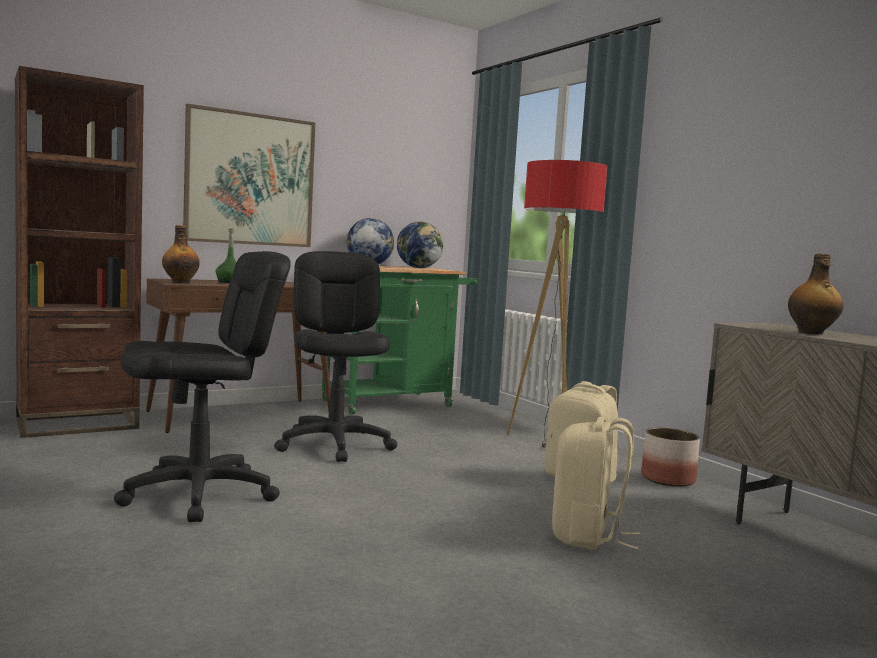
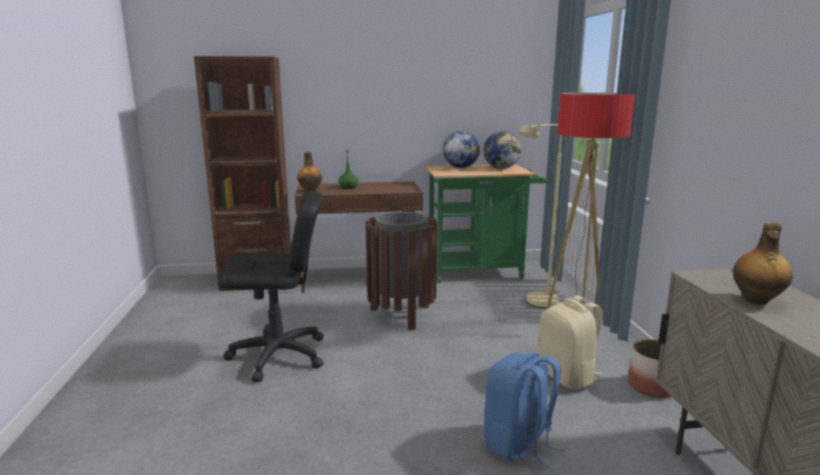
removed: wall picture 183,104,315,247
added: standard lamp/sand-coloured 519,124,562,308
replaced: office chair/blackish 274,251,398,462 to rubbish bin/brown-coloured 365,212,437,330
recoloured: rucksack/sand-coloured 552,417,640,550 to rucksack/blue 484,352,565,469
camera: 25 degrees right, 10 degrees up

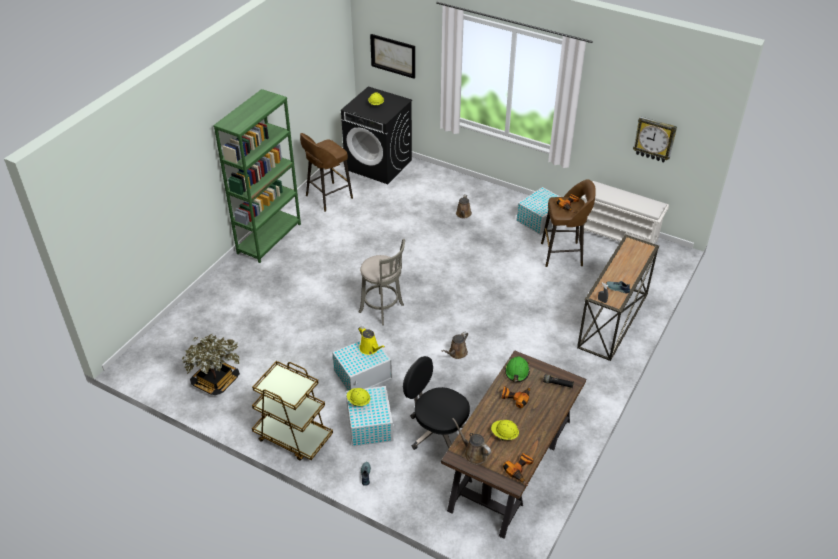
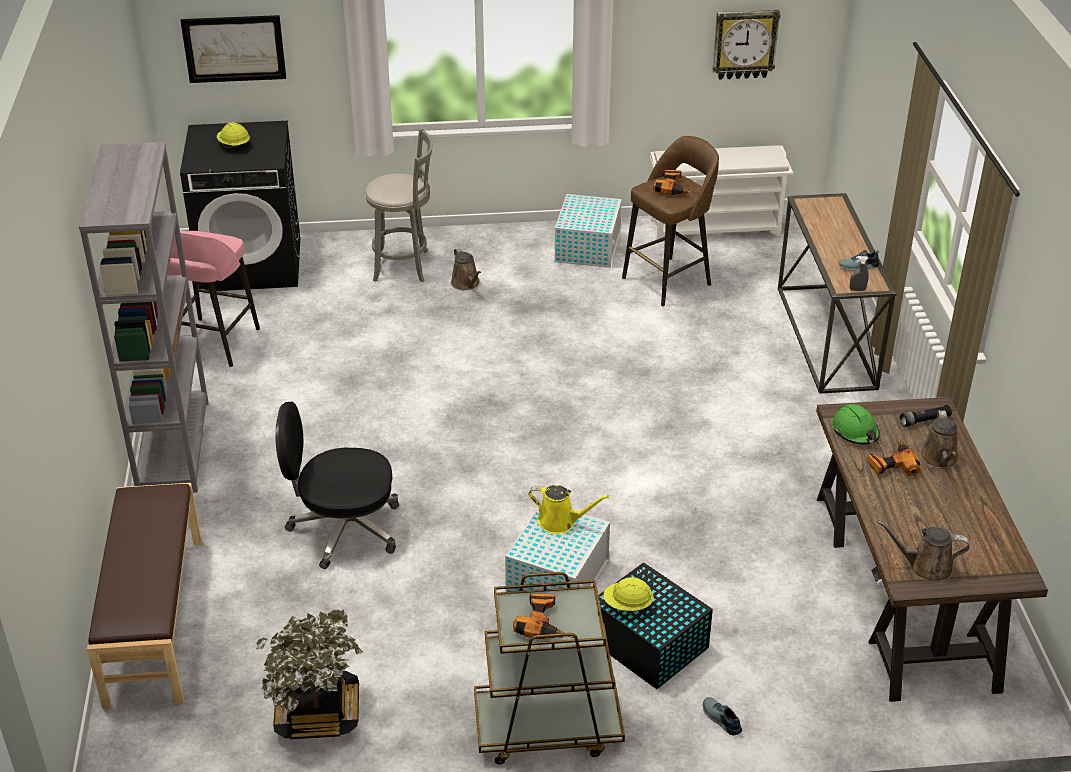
removed: work helmet/yellowish 491,420,519,440
added: indoor bench/brown-coloured 87,483,202,709
moved: stool/gray 359,239,405,325 to 365,128,433,282; office chair/blackish 403,356,470,450 to 275,402,399,569; watering can/brown-coloured 442,332,468,359 to 920,410,959,469; drill 503,453,534,486 to 513,593,574,639
recoloured: bookshelf/greenish 213,89,301,263 to bookshelf/gray 79,142,209,493; stool/brown-coloured 300,133,353,212 to stool/pinkish 168,230,260,367; storage bin/whitish 346,386,394,447 to storage bin/blackish 598,562,713,689
camera: 35 degrees left, 5 degrees down

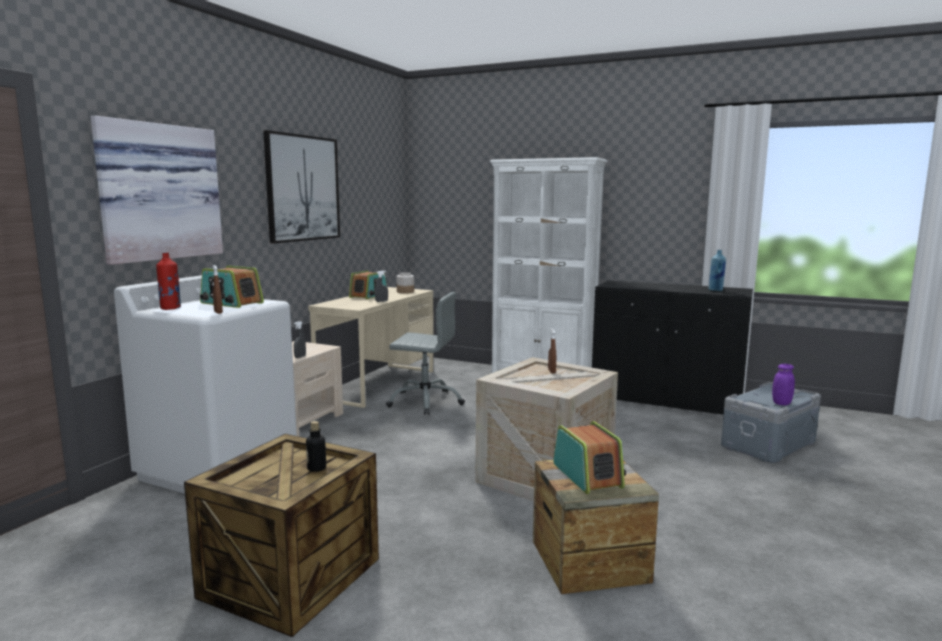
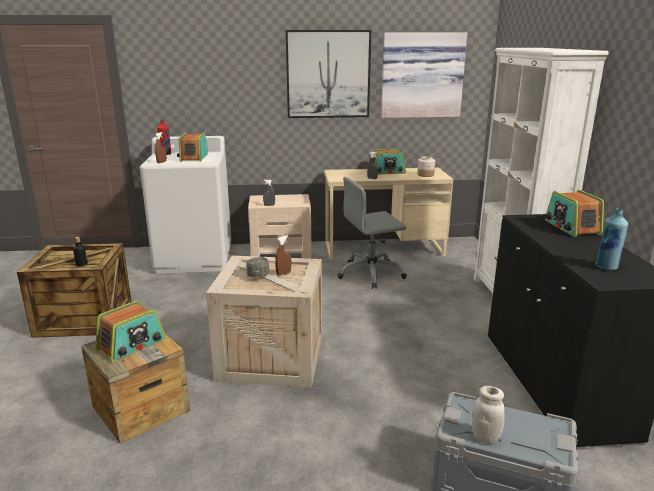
added: peaked cap/gray 247,257,269,277; radio receiver 545,190,604,237
moved: wall picture 91,116,223,265 to 381,33,467,118
recoloured: preserve jar/purple-coloured 772,364,795,405 to preserve jar/whitish 472,386,505,444
turned: office chair/gray 386,292,465,415 = 337,177,407,289 90 degrees clockwise
camera: 60 degrees right, 10 degrees up

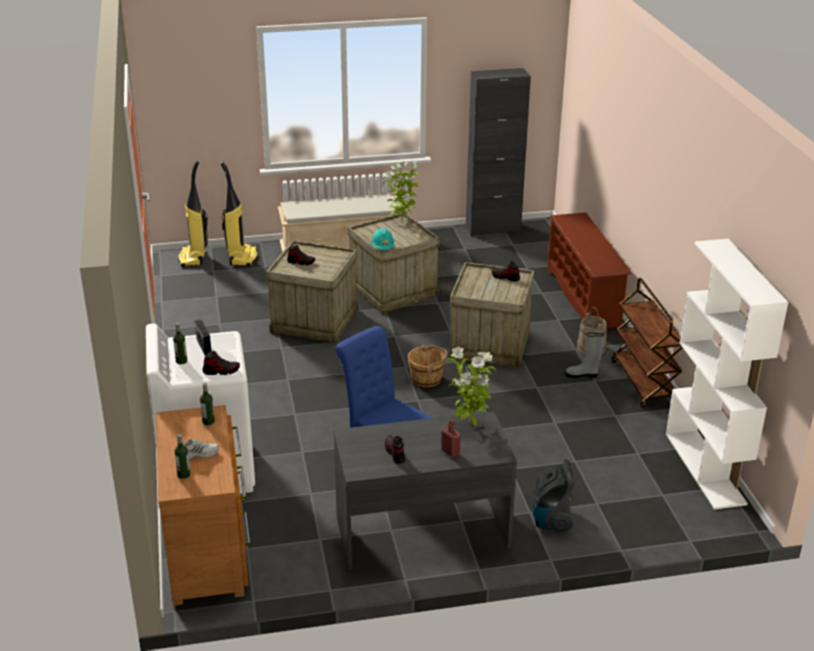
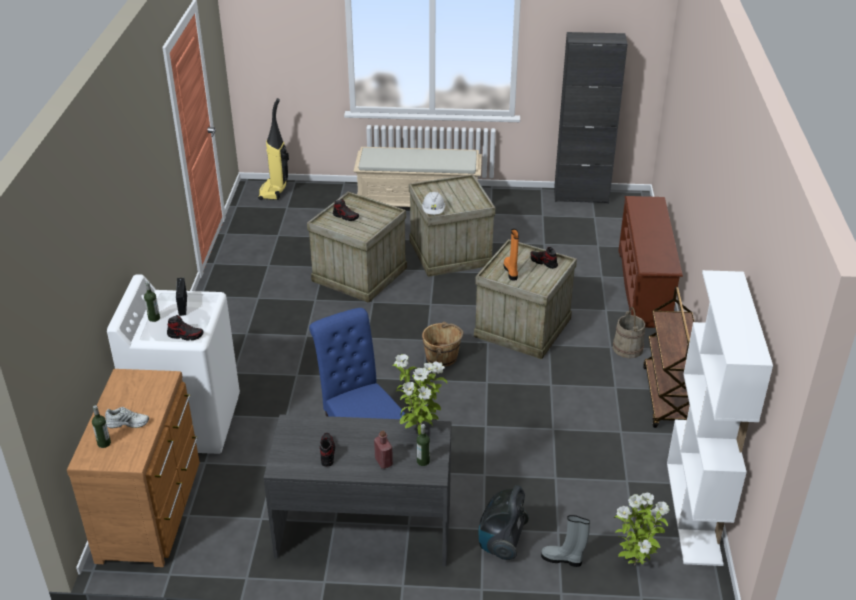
removed: vacuum cleaner 220,161,258,267
added: high-top boot/orange-coloured 504,229,519,281
moved: drink bottle 200,383,215,425 to 417,424,430,466; plant in a pot 383,161,419,221 to 614,493,670,565; high-top boot/gray 565,333,604,378 to 541,515,590,567
recoloured: work helmet/blue-green 371,229,394,250 to work helmet/whitish 422,192,445,215
camera: 15 degrees right, 5 degrees up

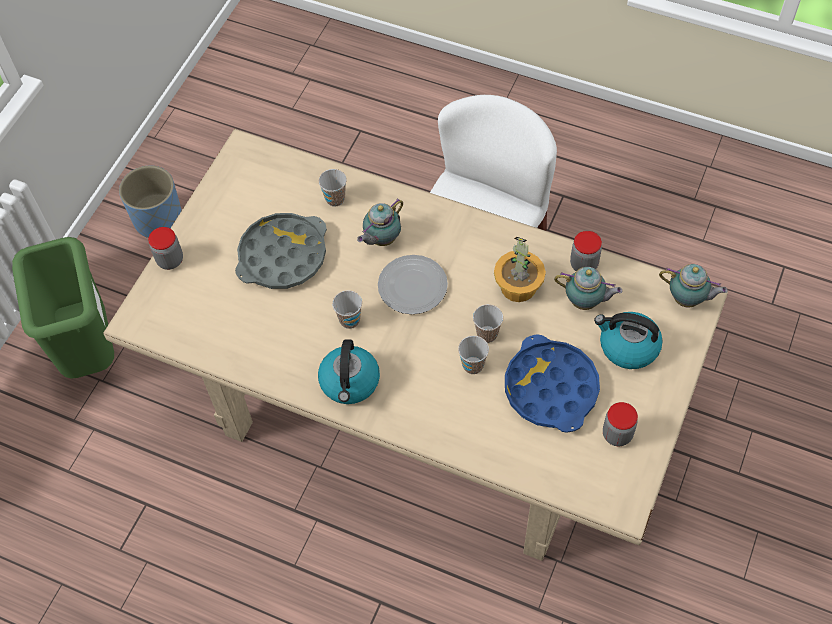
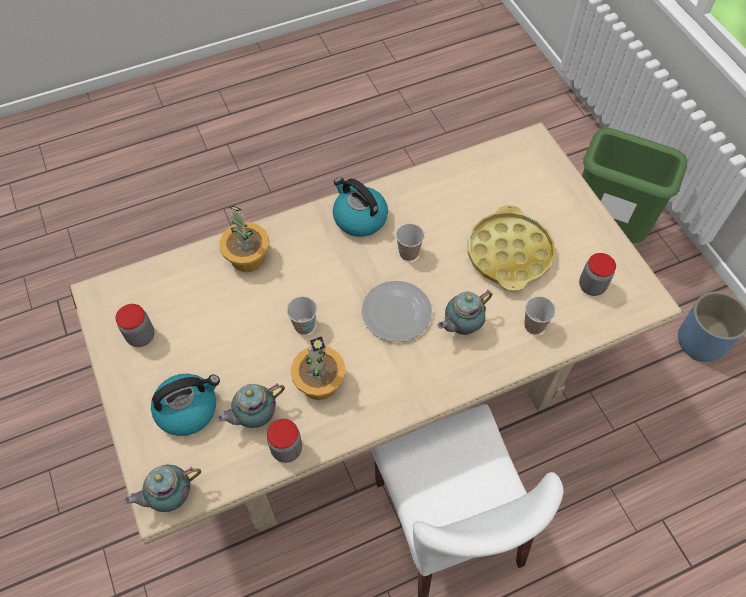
removed: small cup 458,336,489,374; carrying tray/blue 505,334,600,433
added: plant in a pot 220,206,269,272
moved: preserve jar 148,227,183,270 to 579,253,616,296
recoloured: carrying tray/gray 235,213,327,289 to carrying tray/yellowish 468,205,555,291
turned: teapot 357,198,403,246 = 437,290,492,335 120 degrees counterclockwise
camera: 130 degrees right, 0 degrees up

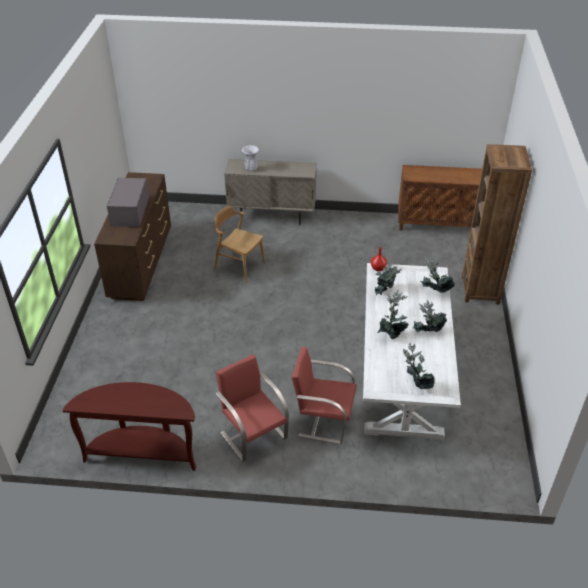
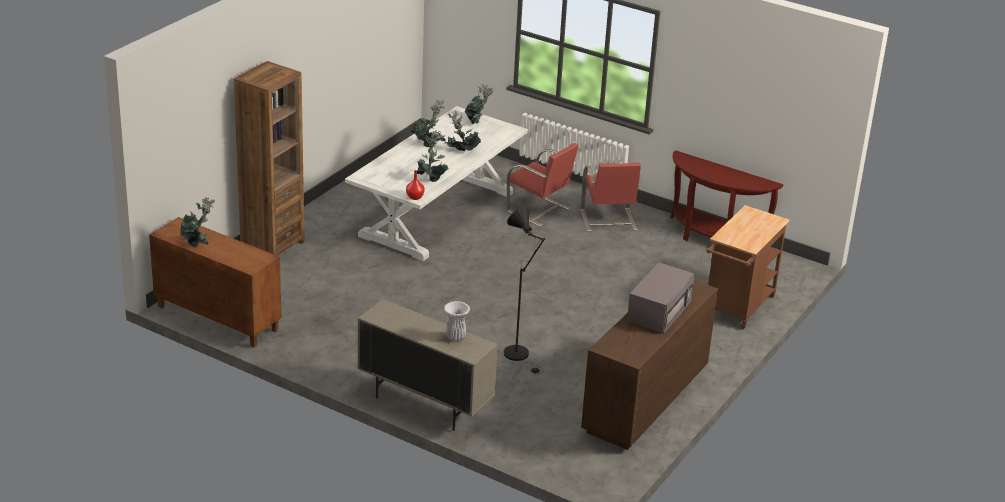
added: trolley/brown-coloured 706,205,789,330
moved: plant in a pot 420,257,455,293 to 180,197,215,248
replaced: plain chair/brown-coloured 214,206,265,283 to standard lamp/blackish 504,207,546,373
camera: 155 degrees left, 10 degrees down

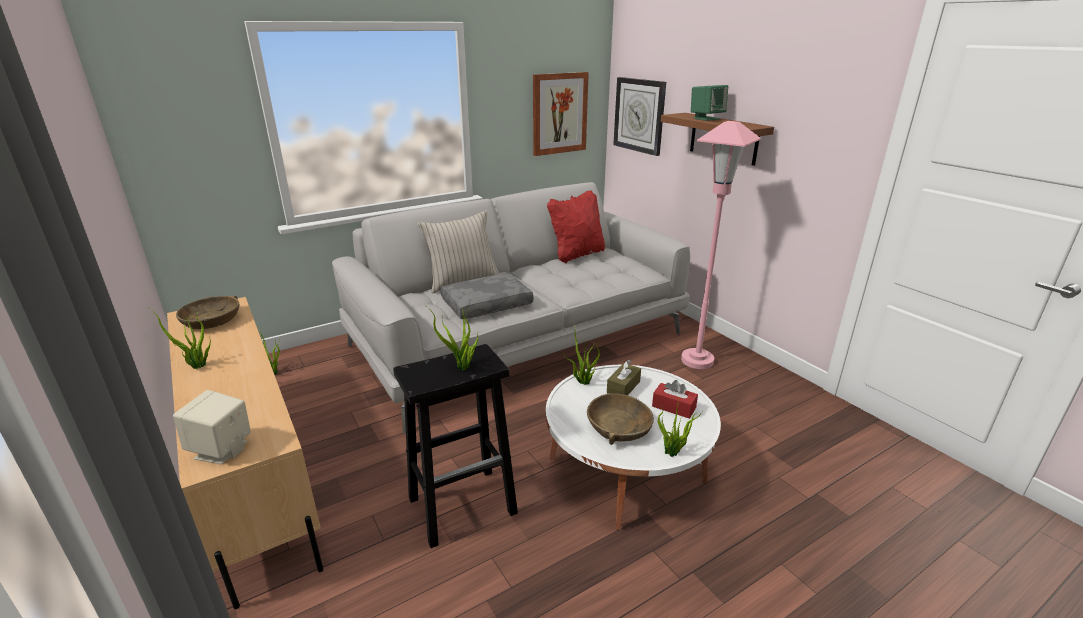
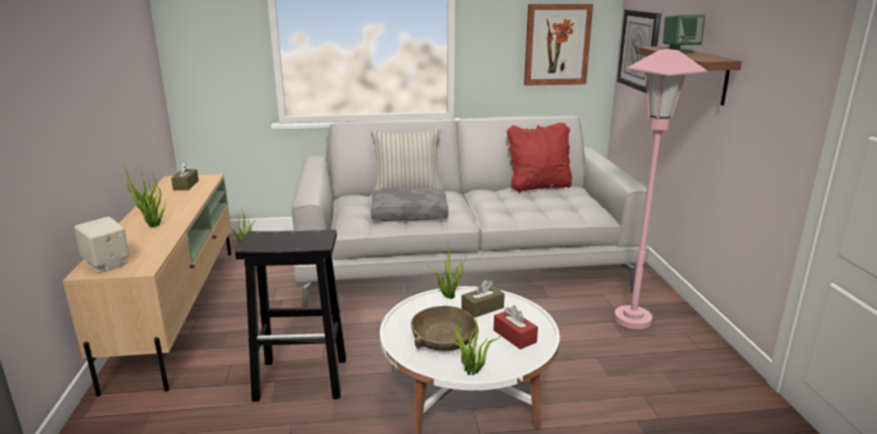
moved: plant in a pot 427,307,479,371 to 120,172,166,227
replaced: bowl/brown-coloured 176,296,239,329 to tissue holder/brown-coloured 171,162,199,190
camera: 25 degrees right, 5 degrees down

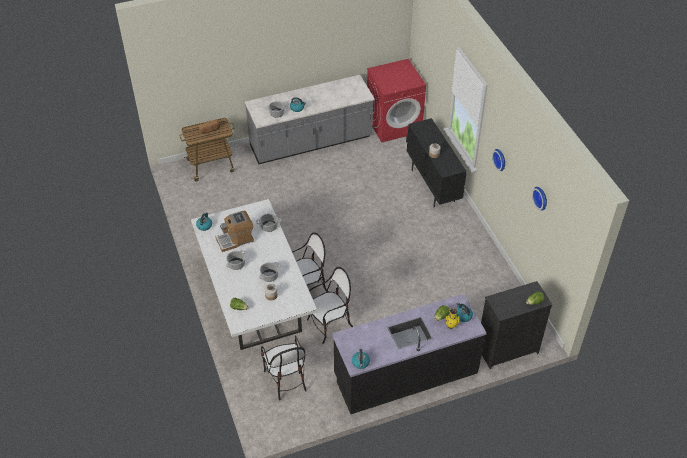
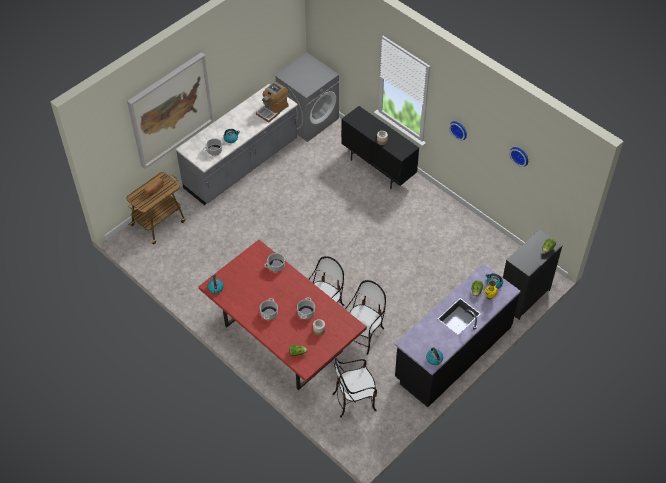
added: wall picture 127,52,214,169
moved: coffee maker 215,211,254,252 to 256,81,288,123
recoloured: dining table/whitish 191,199,317,350 to dining table/red 198,240,367,390; laundry appliance/red 367,59,426,143 to laundry appliance/gray 275,53,339,142
turned: plain chair 261,336,307,400 = 332,358,377,417 120 degrees clockwise
camera: 25 degrees left, 5 degrees up

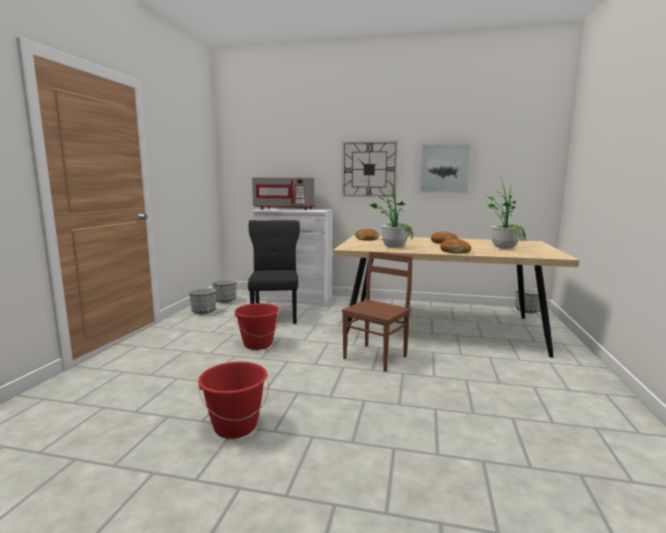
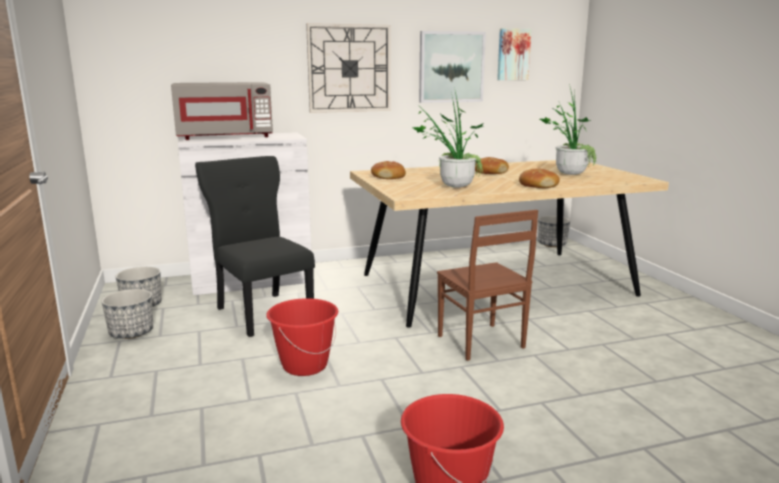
added: wall picture 497,28,532,80
turned: plain chair/brown-coloured 342,251,412,372 = 437,210,538,361 150 degrees clockwise
camera: 30 degrees left, 5 degrees up

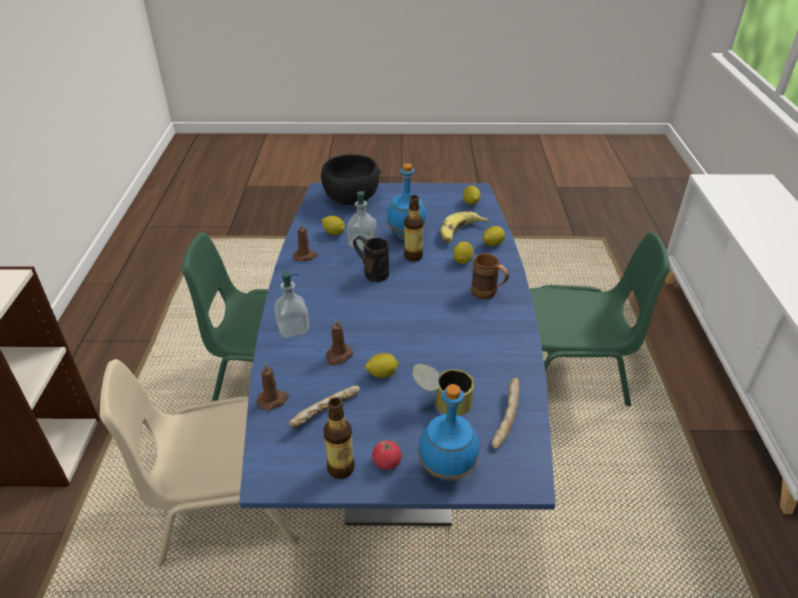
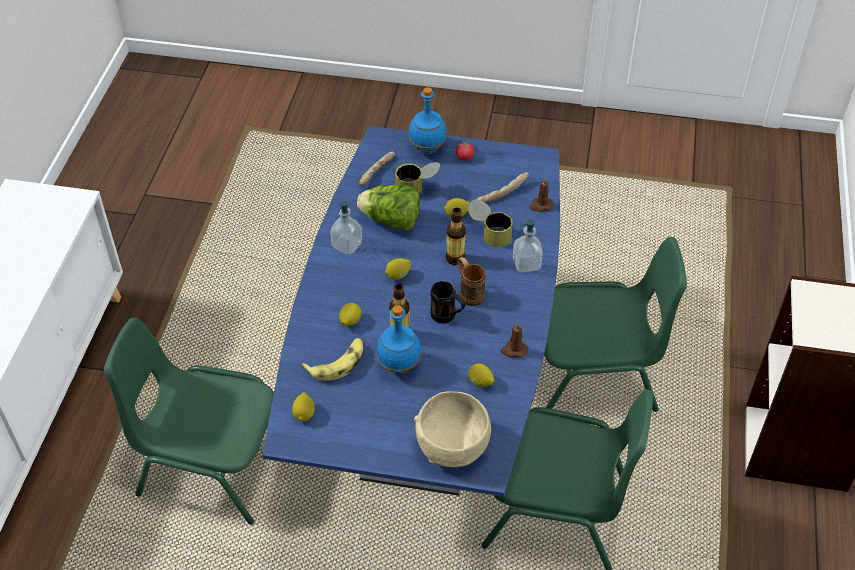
added: head of lettuce 357,185,420,231
moved: drink bottle 324,398,355,479 to 446,208,466,265; soap bottle 347,191,377,250 to 330,201,362,255; tea mug/brown-coloured 471,253,509,299 to 457,257,486,306; citrus fruit 482,226,505,246 to 385,258,411,280
replaced: candle/brown-coloured 326,318,353,366 to metal can 468,199,513,247
recoloured: plain chair/sand-coloured 100,359,298,566 to plain chair/greenish 544,237,687,412; bowl/blackish 321,154,381,205 to bowl/sand-coloured 414,391,491,467
camera: 170 degrees left, 10 degrees up

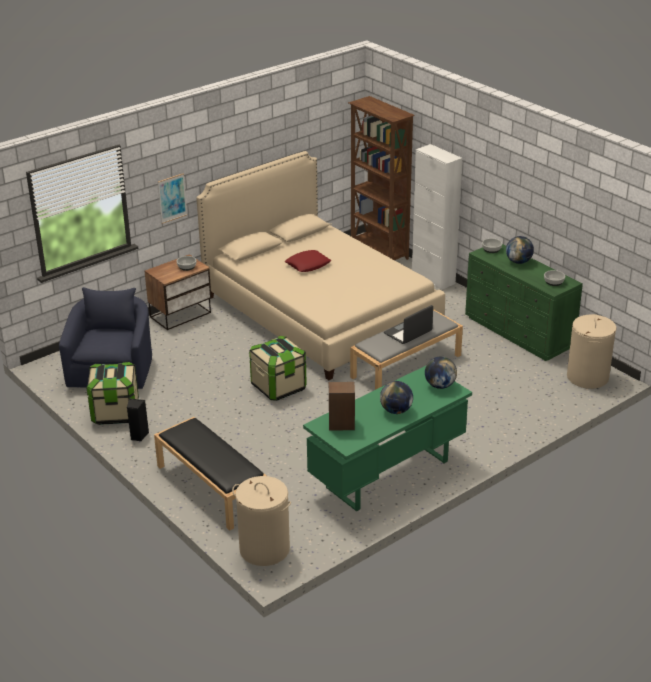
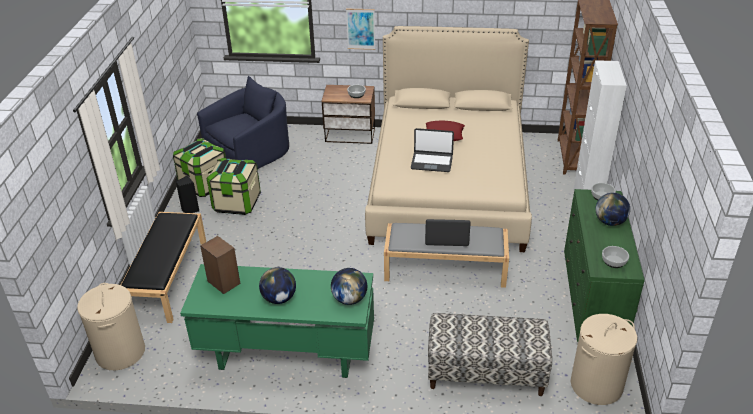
added: laptop 411,128,454,172; indoor bench 428,313,552,396
moved: storage bin 249,336,307,401 to 207,158,261,215
camera: 45 degrees right, 5 degrees up

